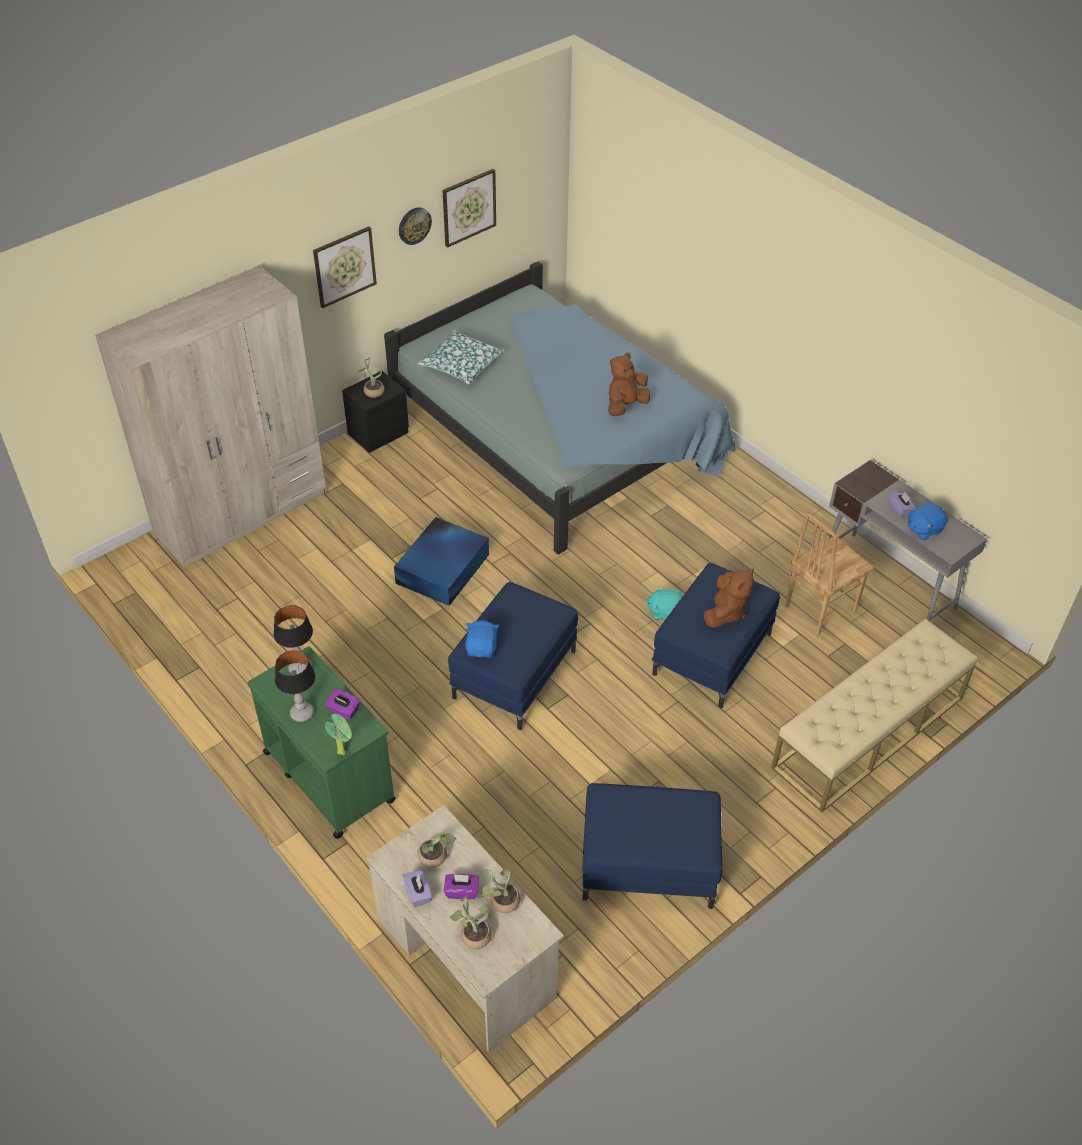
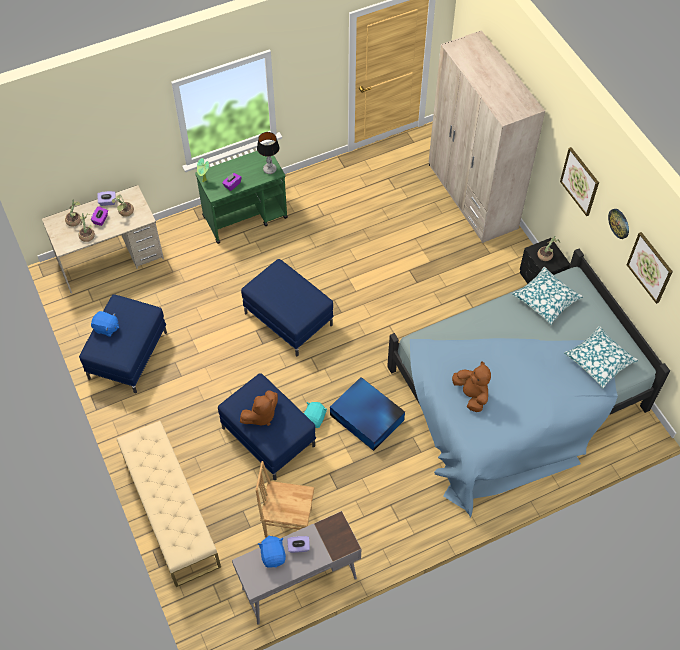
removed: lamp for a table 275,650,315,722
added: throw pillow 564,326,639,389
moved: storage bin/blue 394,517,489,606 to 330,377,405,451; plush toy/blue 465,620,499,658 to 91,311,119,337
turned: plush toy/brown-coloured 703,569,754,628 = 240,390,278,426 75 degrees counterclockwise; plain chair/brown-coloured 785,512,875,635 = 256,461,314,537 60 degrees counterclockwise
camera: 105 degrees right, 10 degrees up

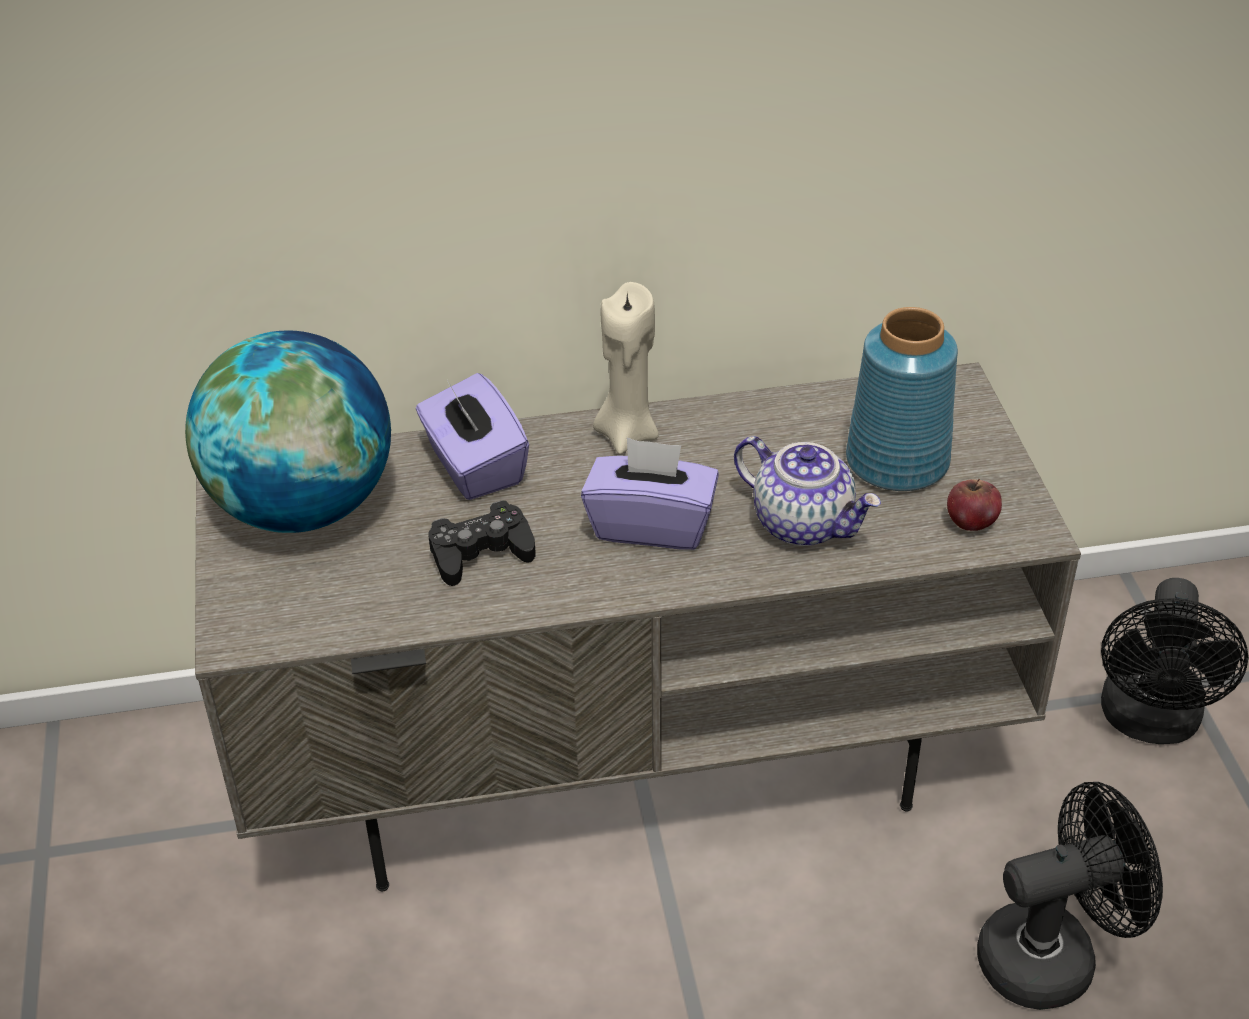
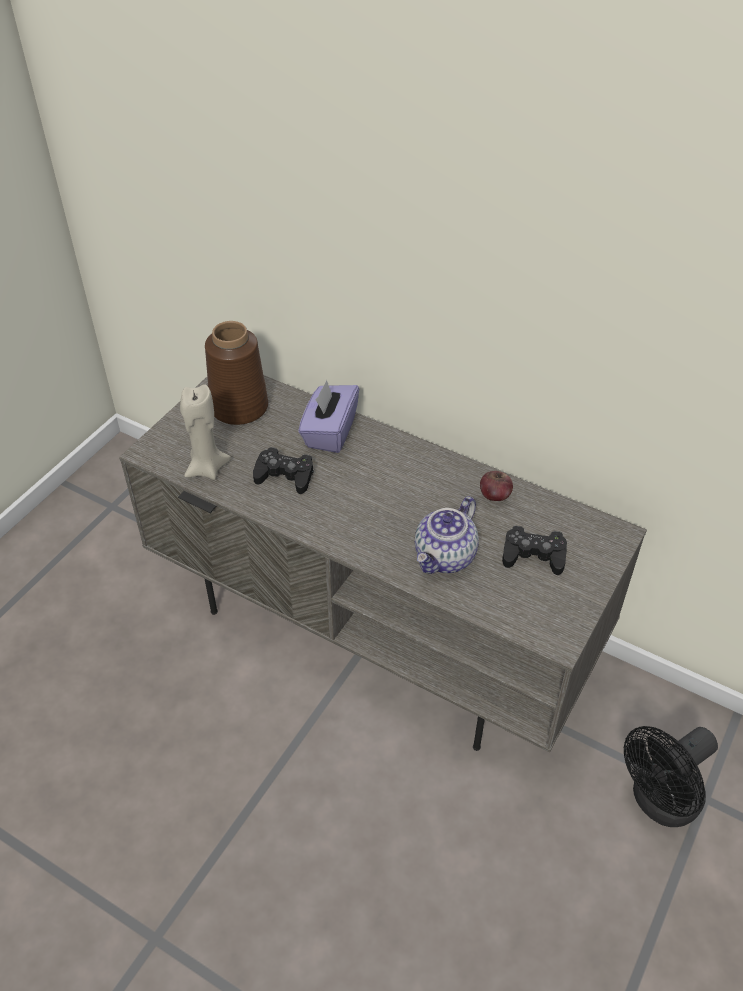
removed: tissue holder/purple-coloured 581,437,719,550; fan/blackish 977,782,1163,1010
moved: candle/sand-coloured 593,282,659,454 to 180,384,231,480; apple fruit 947,479,1002,531 to 480,471,513,501
replaced: world globe 185,331,391,533 to flower vase/brown-coloured 205,321,268,425; flower vase/blue 846,307,958,491 to game controller/blackish 502,525,567,575
turned: teapot 734,436,881,546 = 415,496,479,574 45 degrees clockwise
camera: 40 degrees right, 5 degrees up

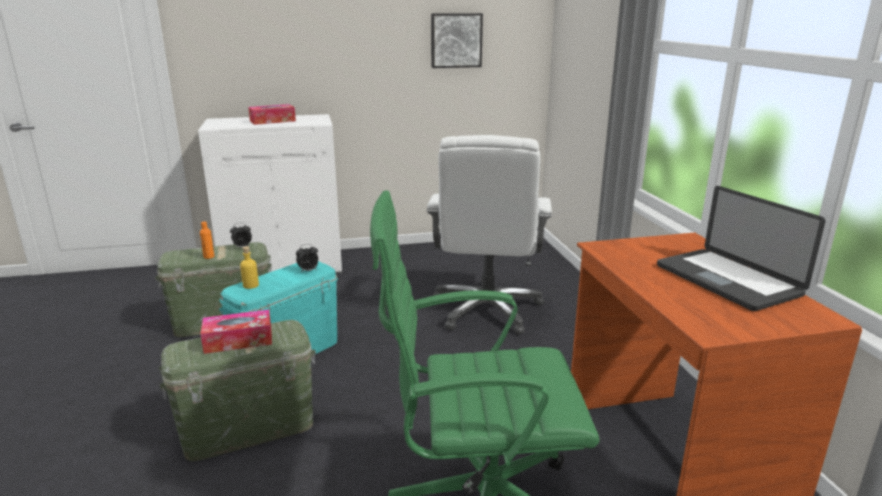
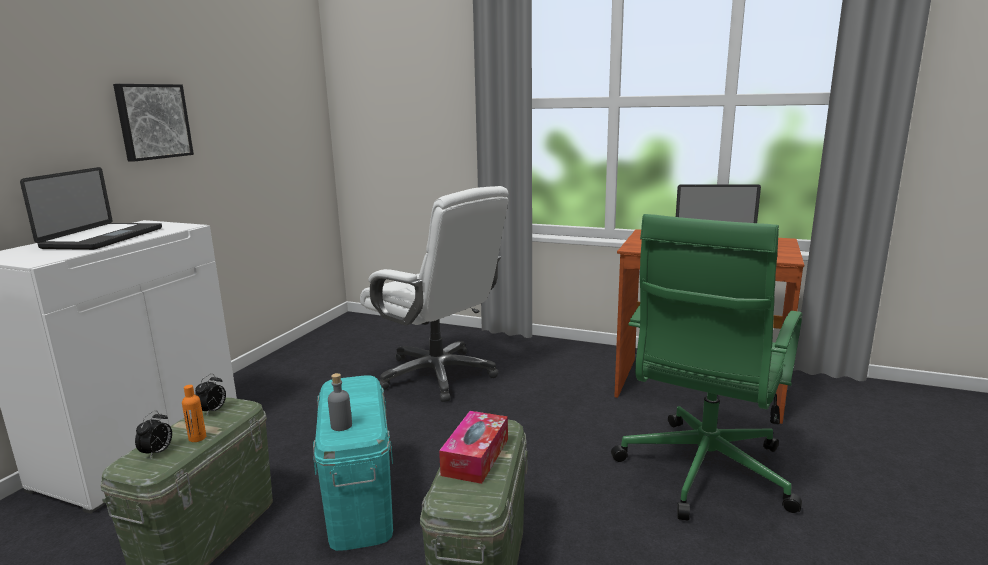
moved: alarm clock 296,244,318,273 to 135,410,172,459; wall picture 431,13,483,68 to 113,84,194,162
replaced: tissue holder 248,104,296,125 to laptop 20,167,162,250
recoloured: drink bottle/yellowish 240,246,259,289 to drink bottle/gray 328,373,352,431
camera: 55 degrees left, 5 degrees down

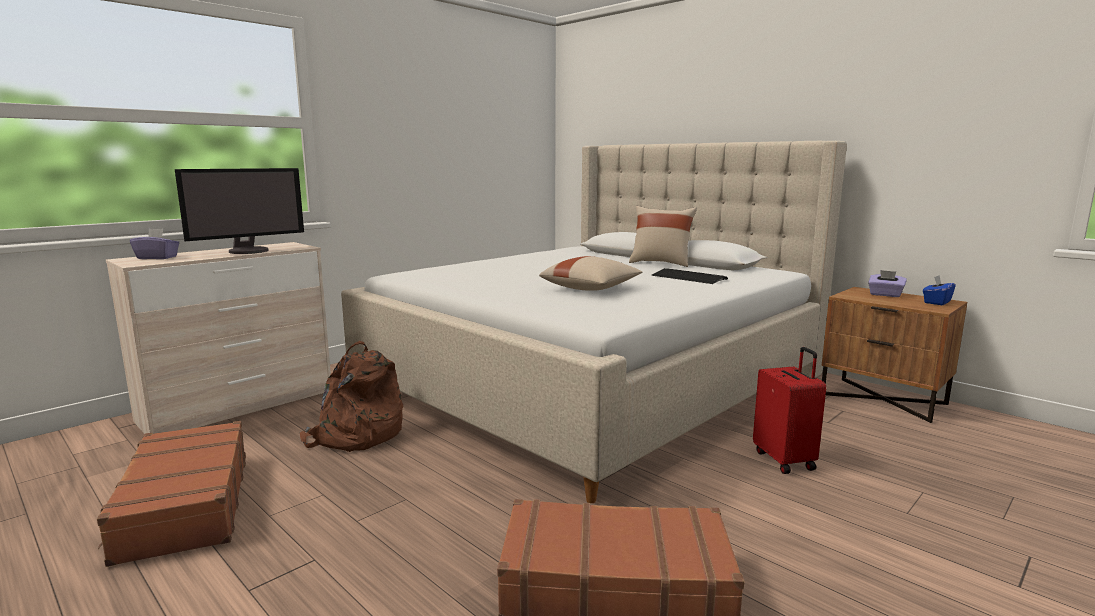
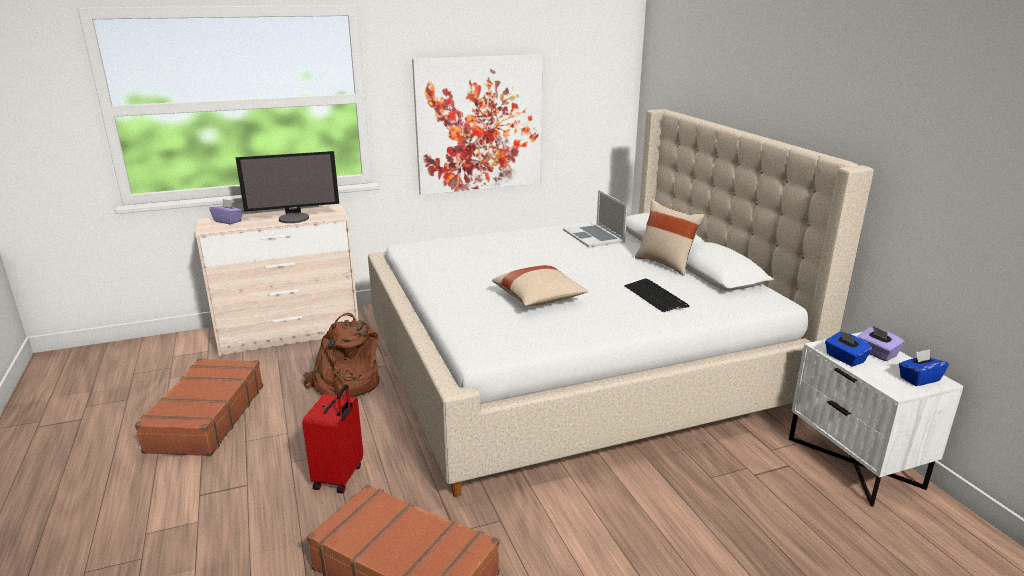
added: wall picture 412,54,543,195; laptop 563,190,627,247; tissue holder/blue 825,331,872,367
moved: piece of luggage/red 753,347,826,474 to 302,384,363,494
recoloured: night table/brown-coloured 822,287,967,423 to night table/whitish 789,332,963,506
camera: 25 degrees right, 10 degrees up

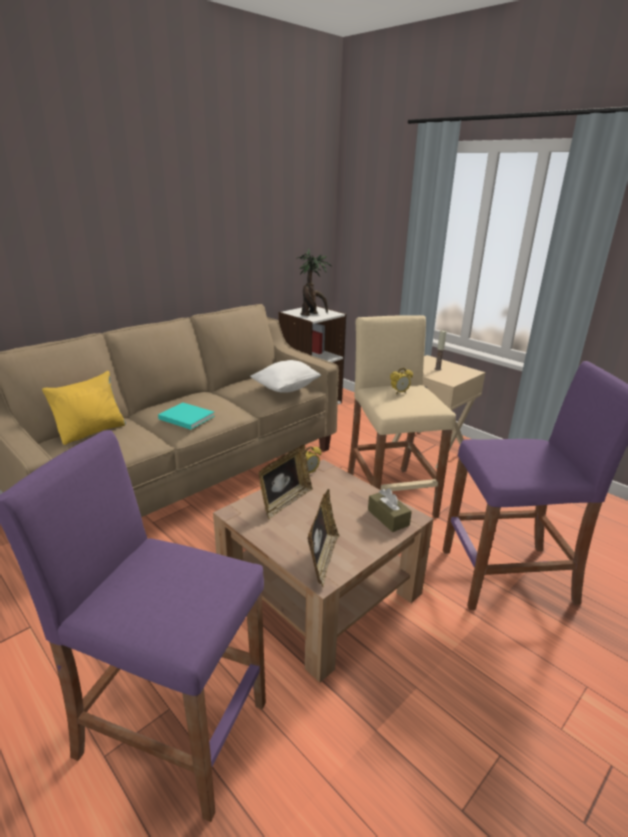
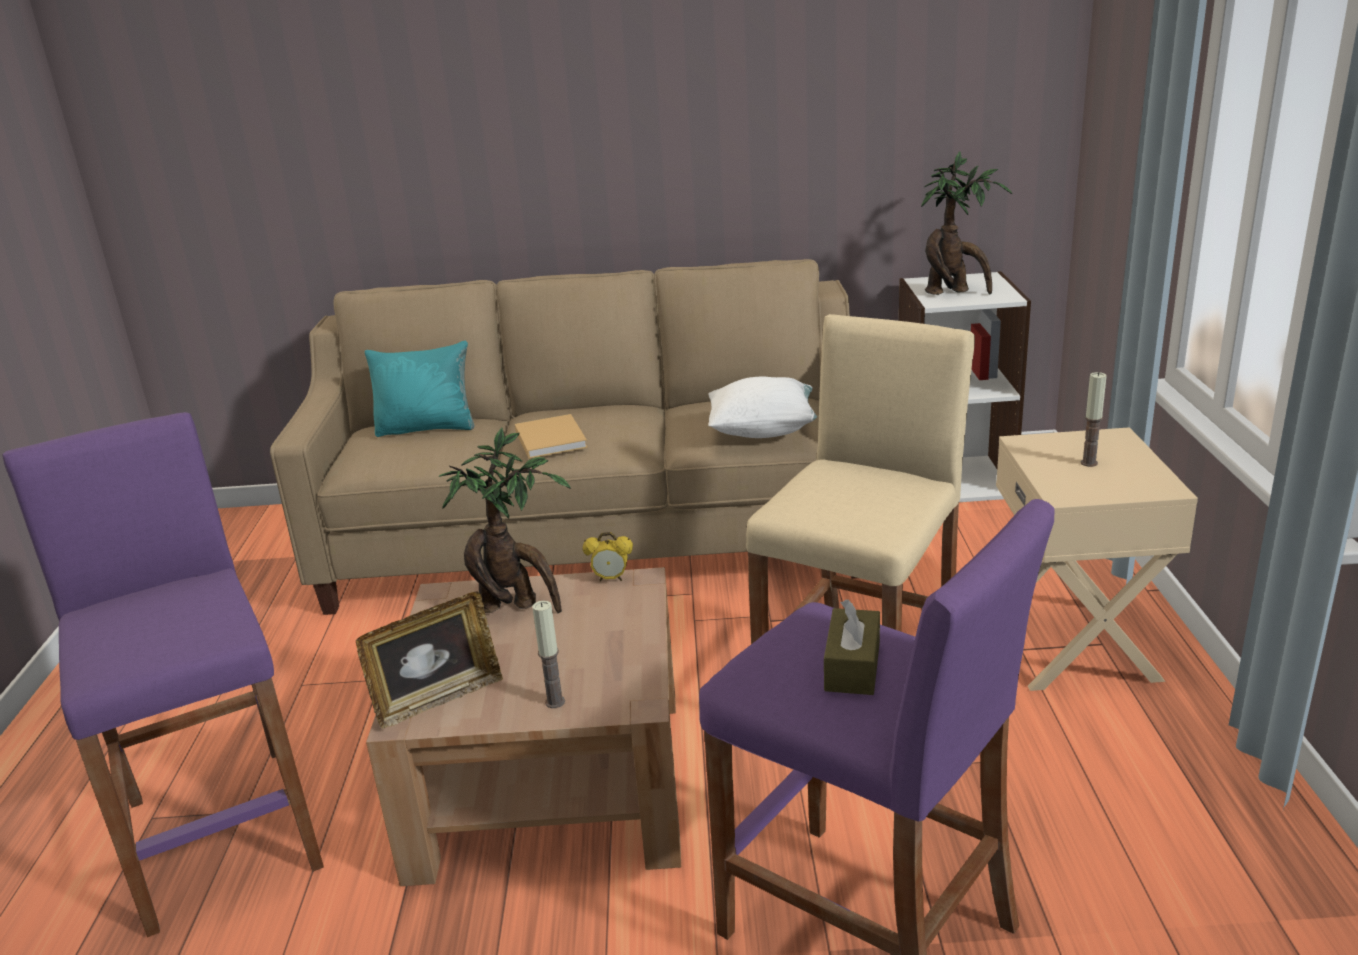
removed: alarm clock 390,368,413,394
added: candle 532,600,565,708
moved: tissue holder/brown-coloured 368,488,412,532 to 824,599,880,695
replaced: photo frame 258,445,313,519 to plant in a pot 439,428,571,613
recoloured: throw pillow/yellowish 42,371,126,445 to throw pillow/blue-green 365,341,474,437; bound book/blue-green 158,403,214,430 to bound book/sand-coloured 515,414,588,459
camera: 45 degrees right, 0 degrees up

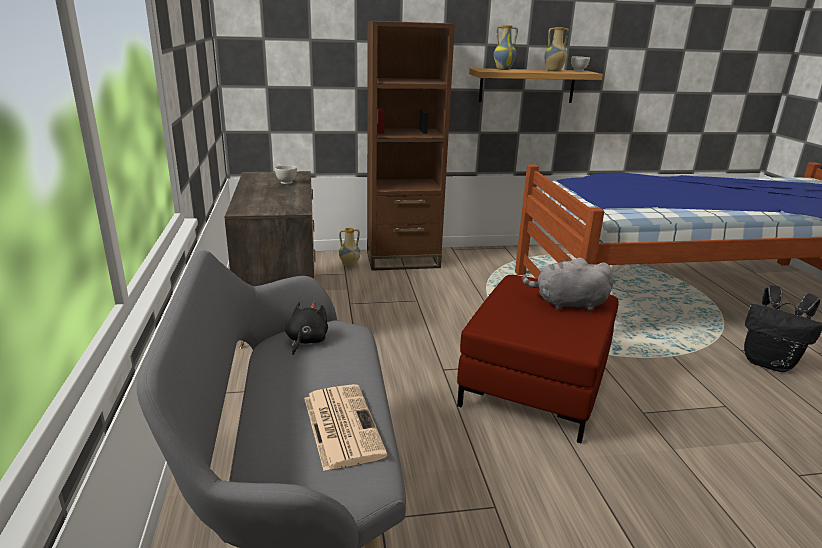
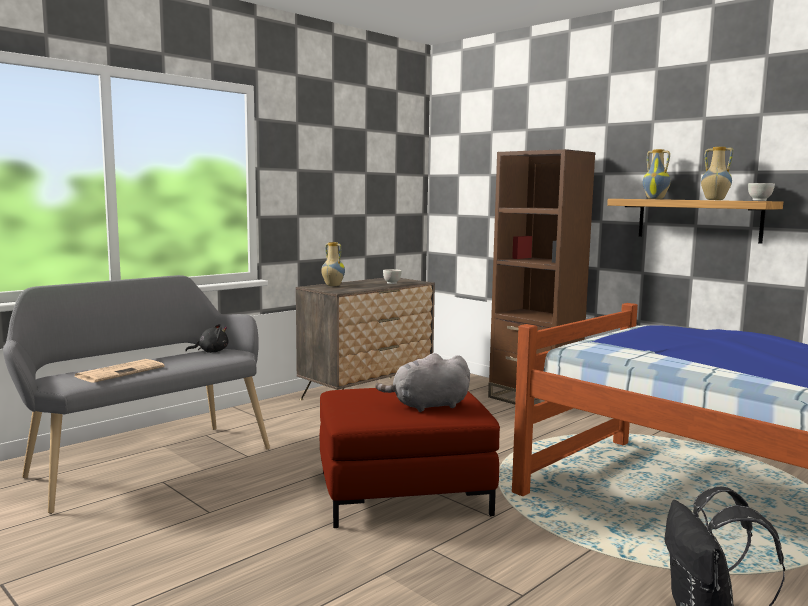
moved: flower vase 339,228,360,268 to 321,242,345,286
turned: plush toy/gray 521,258,614,311 = 375,353,470,412 75 degrees counterclockwise
camera: 55 degrees right, 15 degrees down

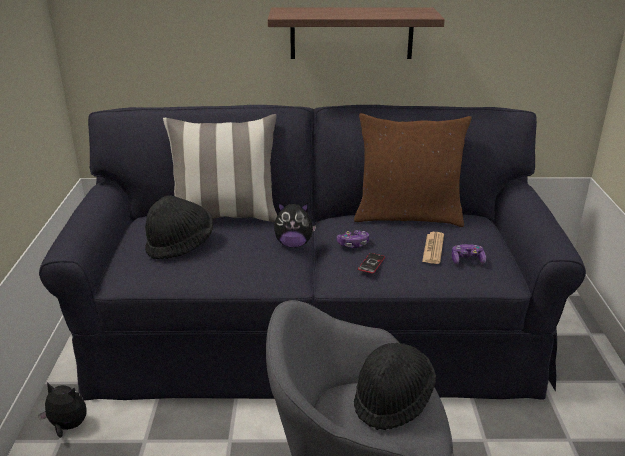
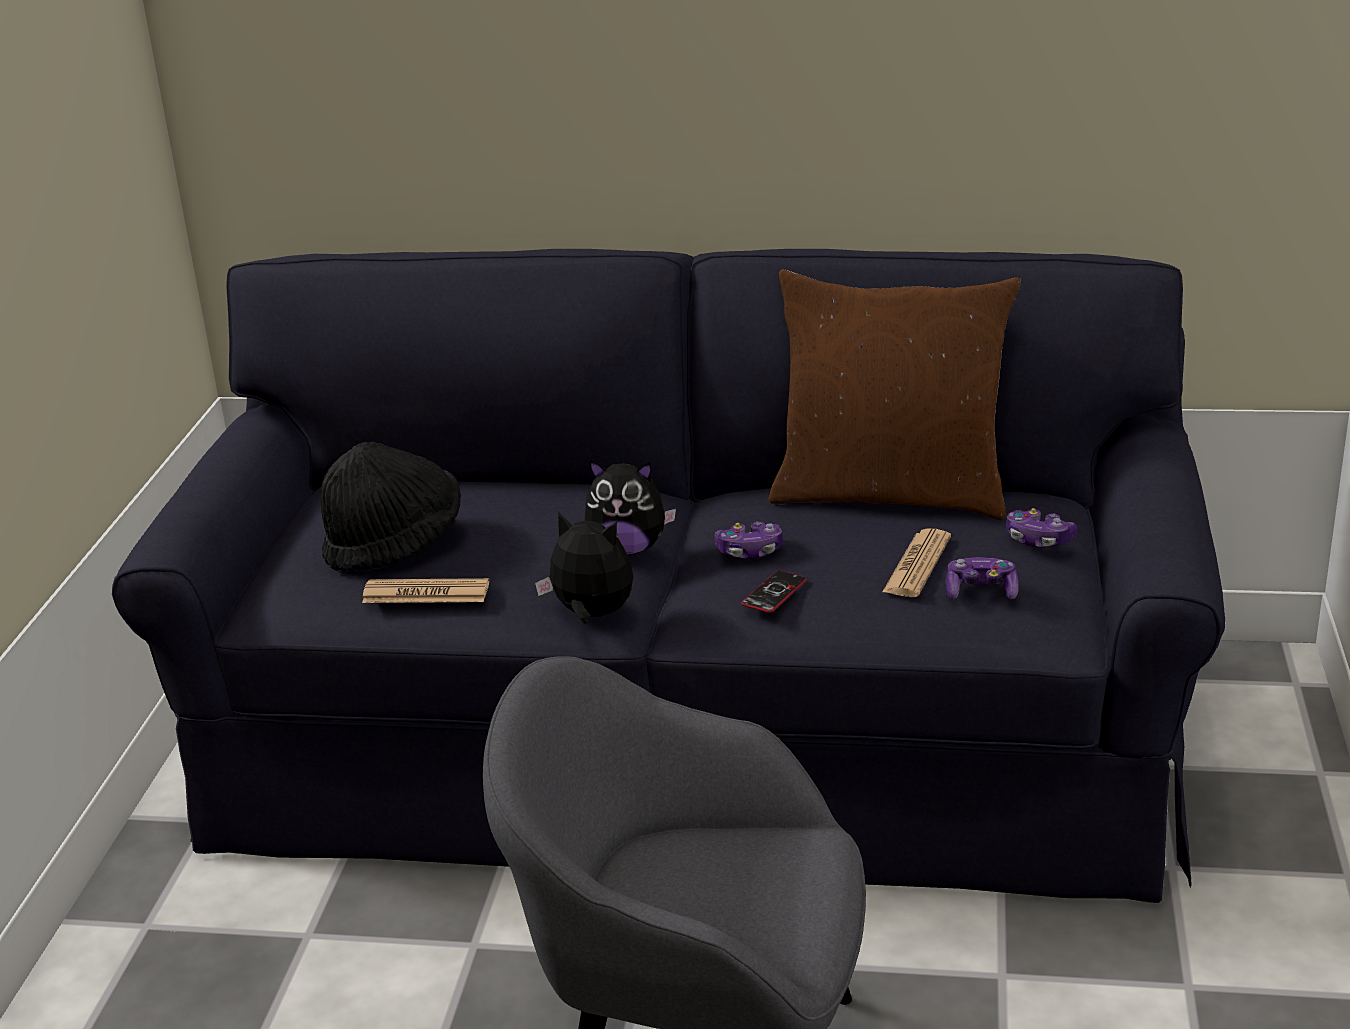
removed: throw pillow 163,114,277,222; wall shelf 268,7,445,59; hat/blackish 354,343,436,430
added: newspaper 362,578,489,603; game controller 1006,508,1077,548
moved: plush toy 38,382,87,438 to 535,511,633,624
camera: 10 degrees right, 0 degrees up

